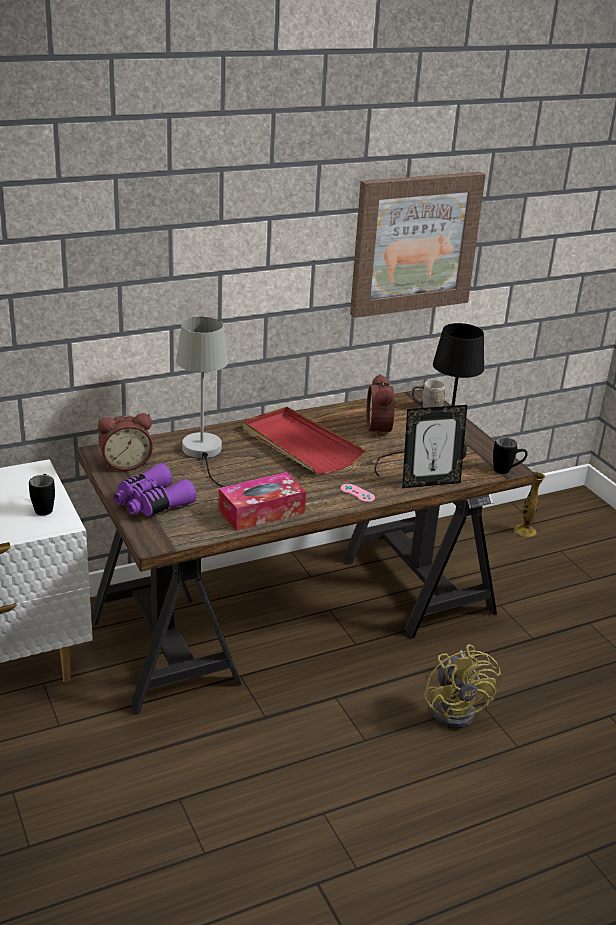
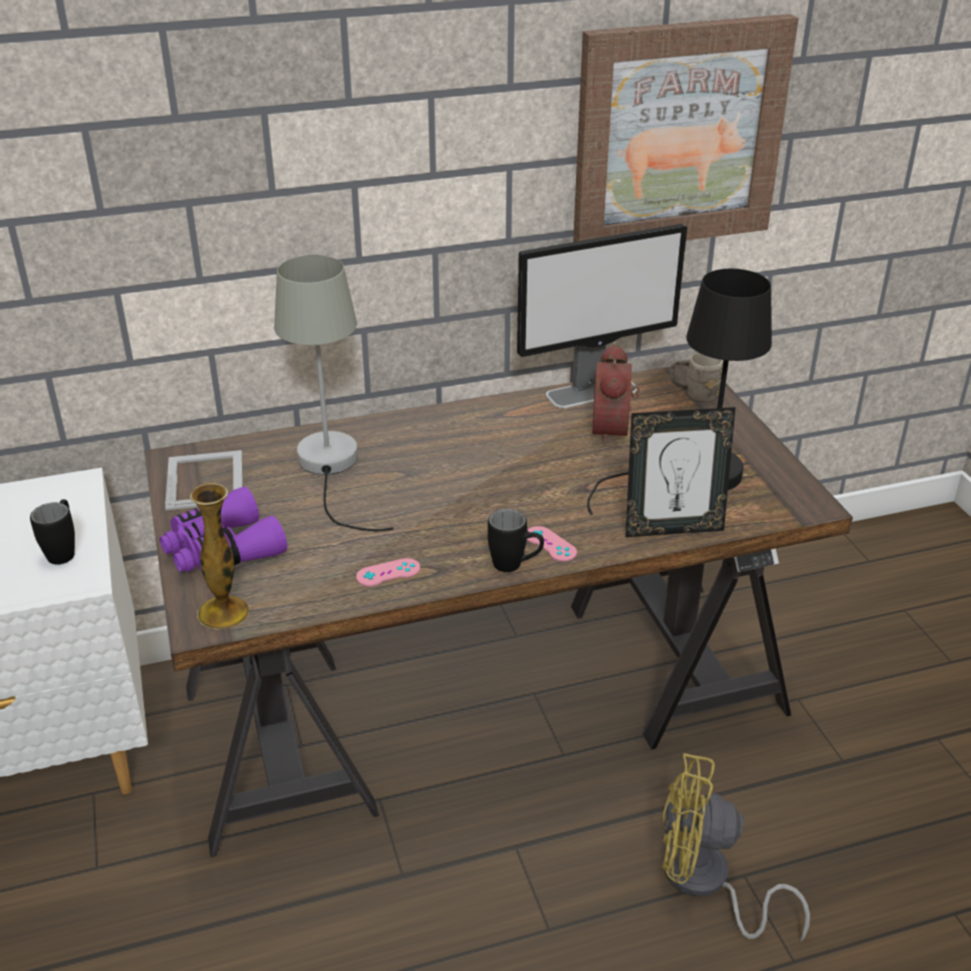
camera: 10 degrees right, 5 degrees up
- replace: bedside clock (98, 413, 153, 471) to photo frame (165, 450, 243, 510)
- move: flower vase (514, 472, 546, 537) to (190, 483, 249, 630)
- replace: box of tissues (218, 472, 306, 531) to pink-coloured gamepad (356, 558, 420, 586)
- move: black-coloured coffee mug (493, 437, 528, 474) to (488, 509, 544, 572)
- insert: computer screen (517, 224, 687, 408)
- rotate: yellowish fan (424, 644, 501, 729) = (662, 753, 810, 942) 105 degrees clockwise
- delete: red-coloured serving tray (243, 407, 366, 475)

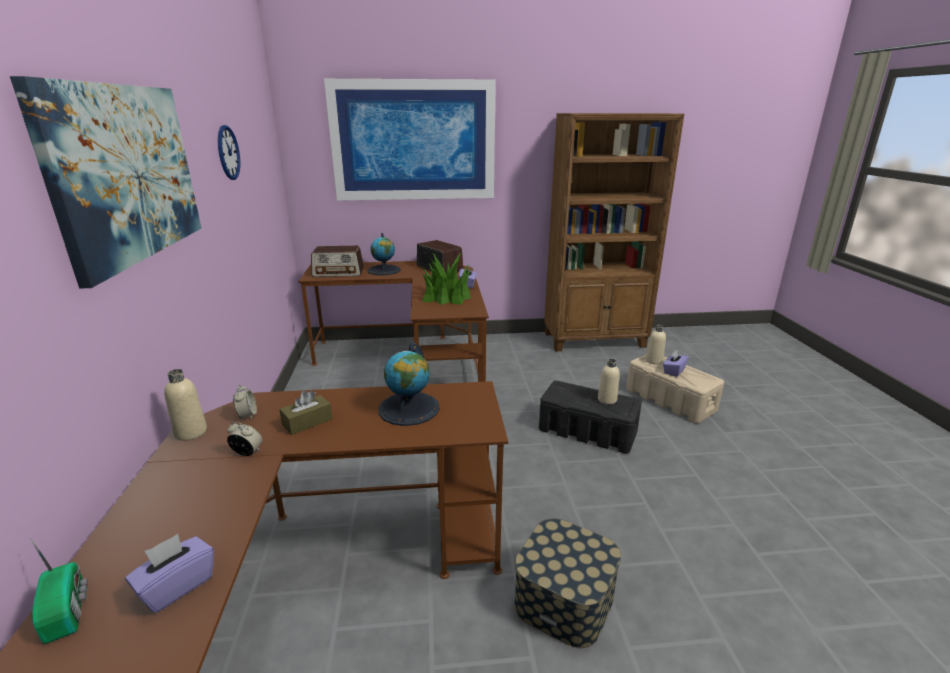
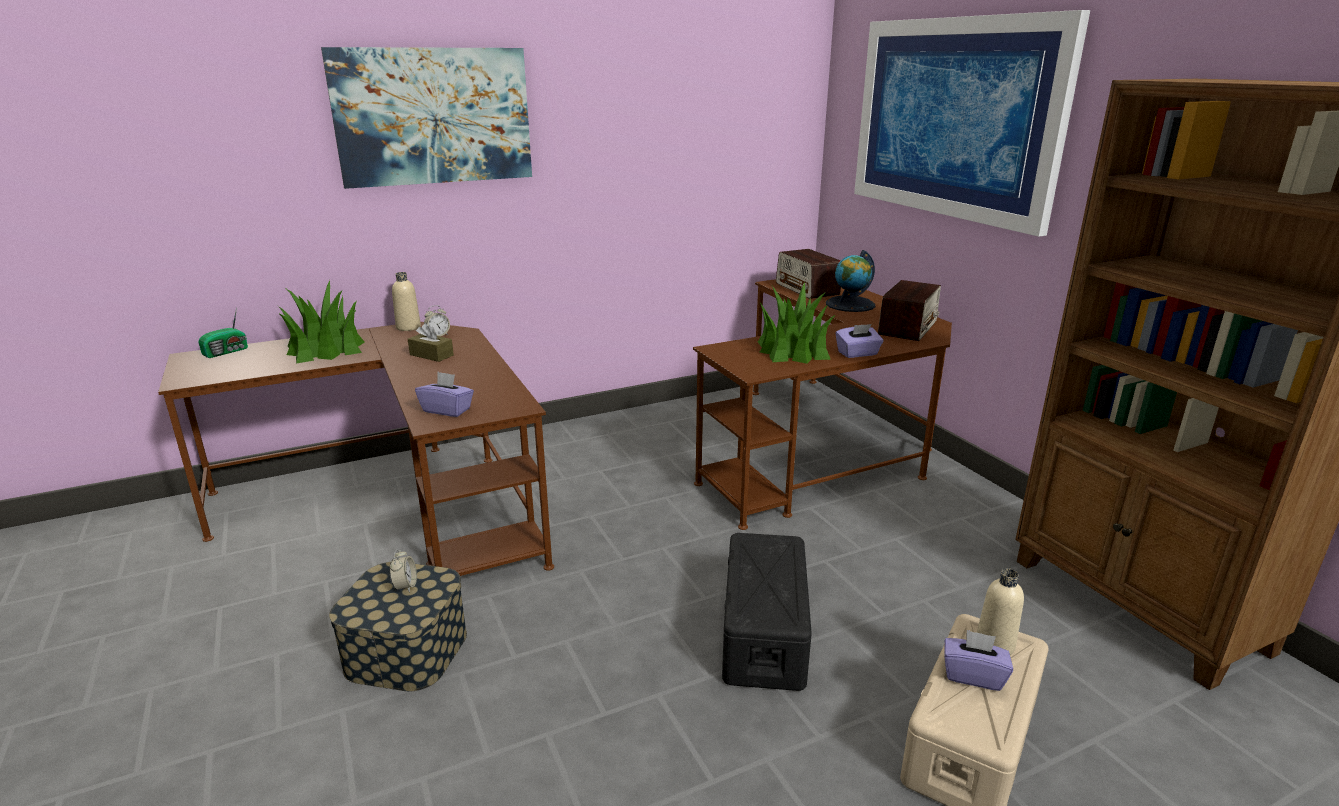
camera: 70 degrees right, 0 degrees up
- insert: houseplant (278, 280, 365, 363)
- move: bedside clock (227, 422, 263, 456) to (389, 549, 417, 593)
- move: purplish box of tissues (125, 534, 214, 613) to (415, 372, 474, 417)
- delete: clock on the wall (218, 125, 240, 180)
- delete: globe (378, 343, 440, 426)
- delete: sand-coloured bottle (598, 359, 620, 404)

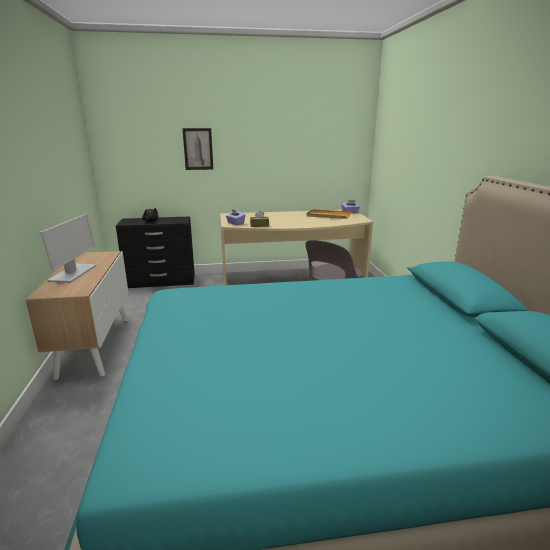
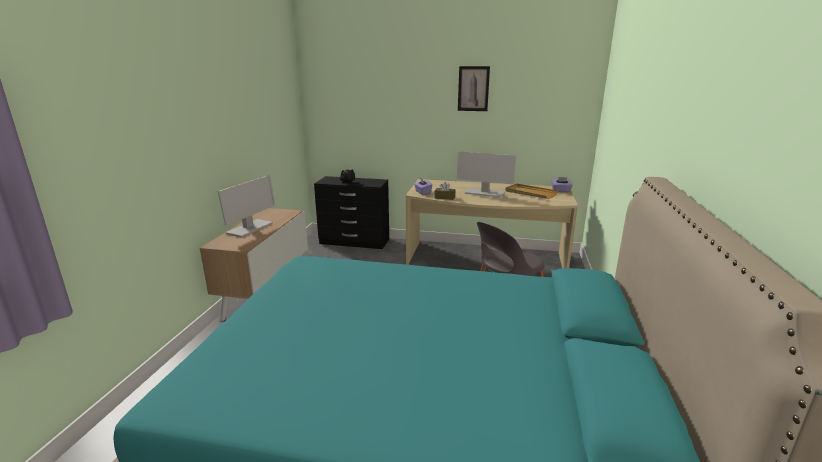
camera: 20 degrees right, 0 degrees up
- insert: computer screen (457, 151, 516, 198)
- move: wall picture (182, 128, 213, 170) to (458, 66, 490, 111)

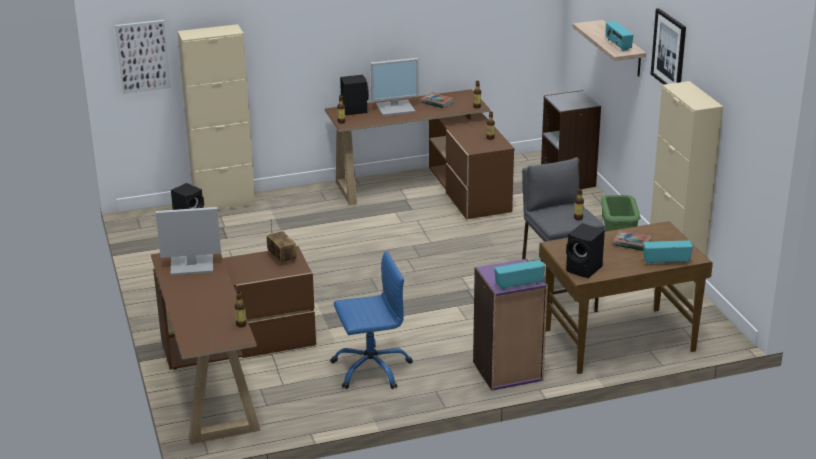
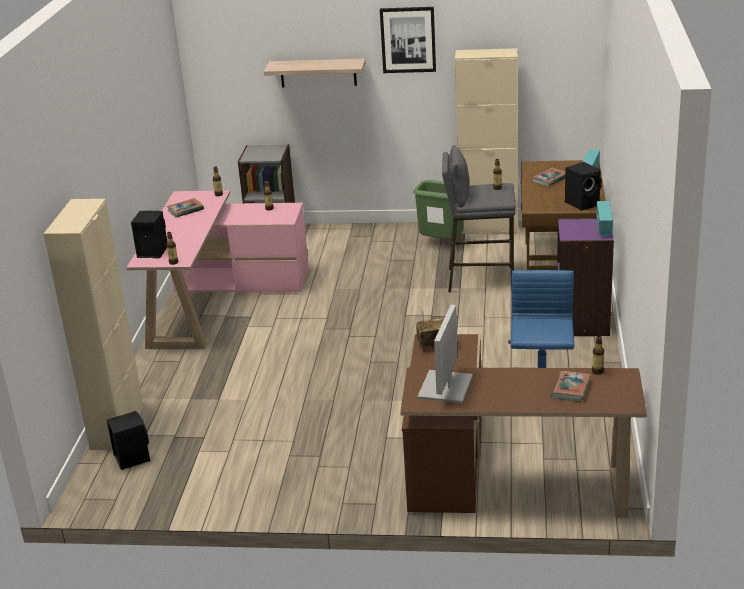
camera: 65 degrees left, 0 degrees up
- recolor: brown desk (325, 89, 515, 219) to pink-coloured desk (126, 190, 309, 349)
- insert: bound book (551, 371, 591, 402)
- delete: wall picture (115, 20, 171, 94)
- delete: computer screen (370, 58, 419, 116)
- delete: radio receiver (606, 21, 633, 51)

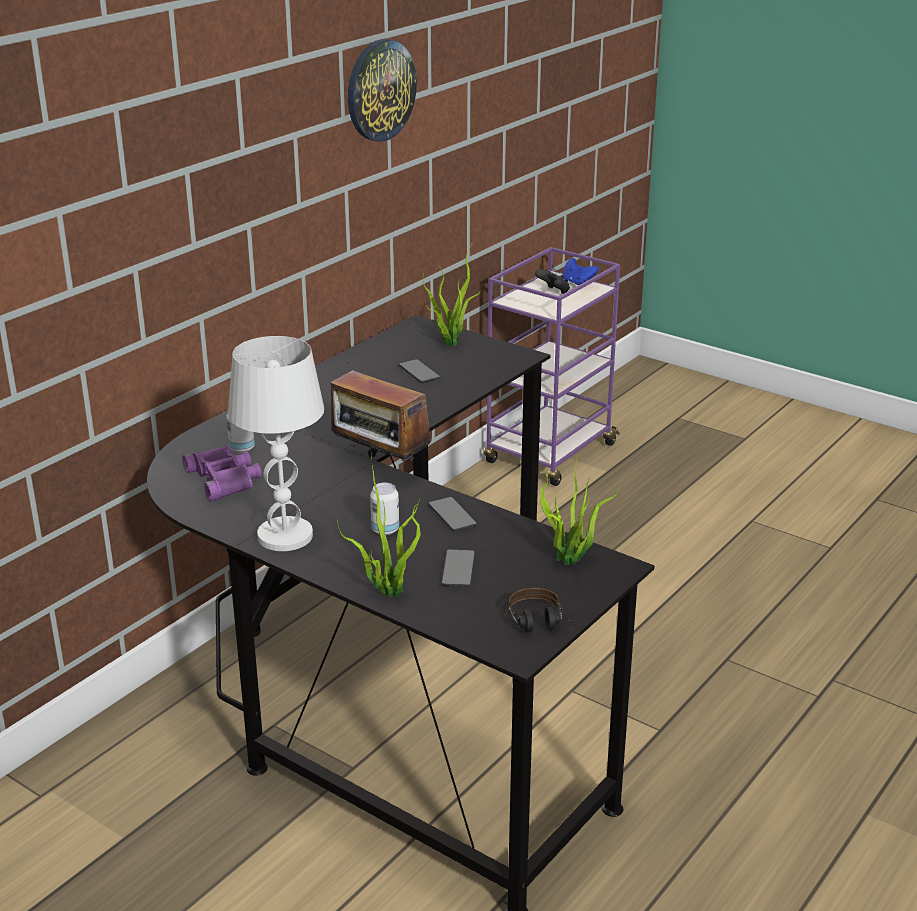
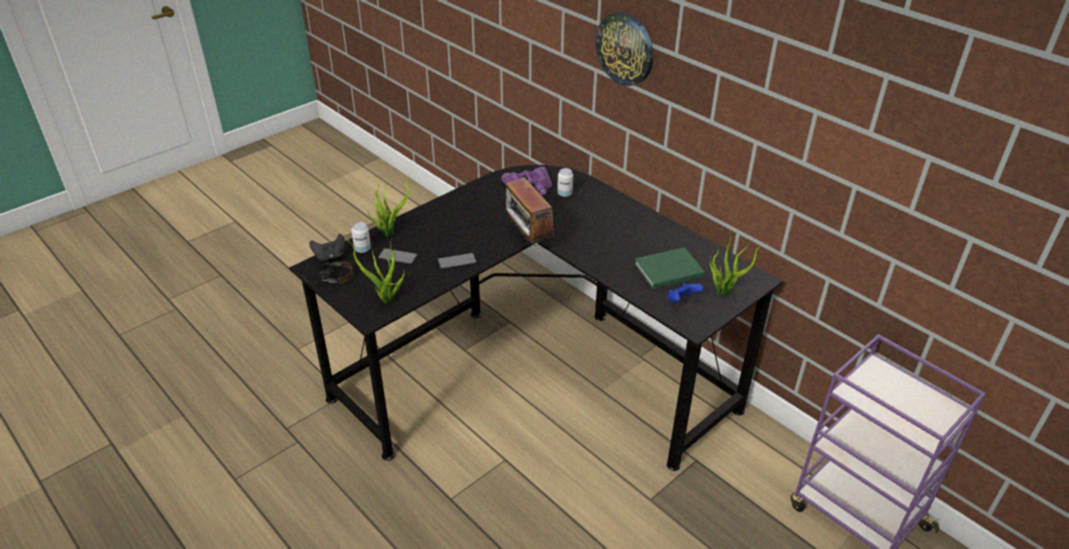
camera: 100 degrees right, 10 degrees up
- move: black-coloured gamepad (535, 269, 570, 294) to (310, 234, 345, 262)
- move: metal can (370, 483, 399, 535) to (351, 222, 371, 253)
- rotate: radio receiver (331, 362, 432, 461) = (505, 174, 554, 246) 75 degrees counterclockwise
- move: clock on the wall (348, 39, 417, 142) to (595, 12, 653, 86)
- replace: handset (399, 359, 440, 383) to green-coloured bound book (634, 247, 705, 289)
- move: blue-coloured gamepad (562, 258, 599, 285) to (667, 283, 704, 302)
- delete: white-coloured lamp for a table (228, 336, 324, 551)

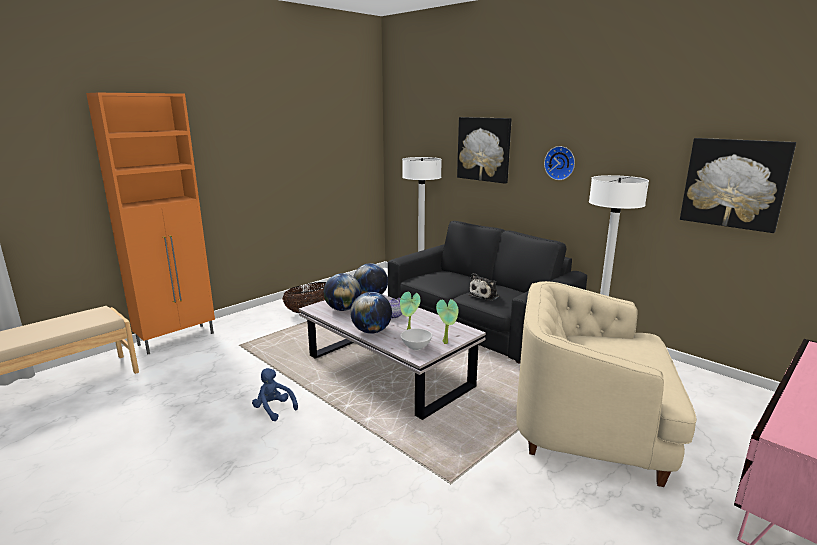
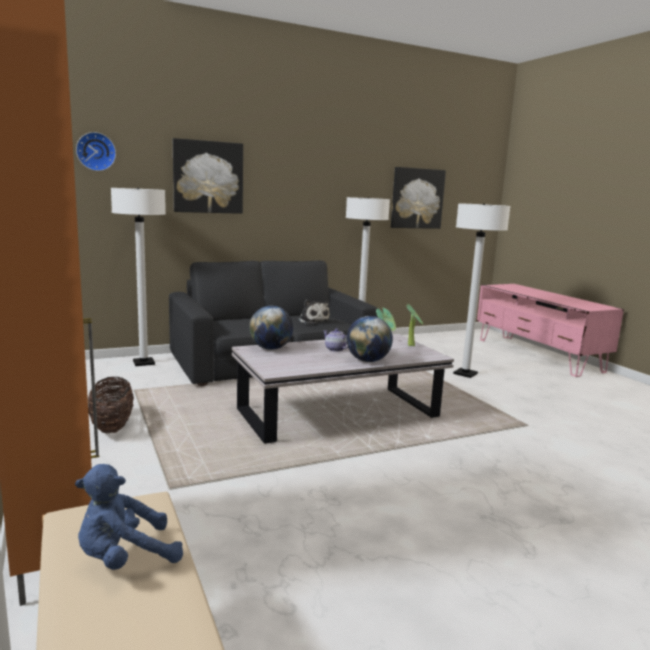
camera: 70 degrees left, 5 degrees down
- move: blue-coloured soft toy (252, 368, 298, 421) to (75, 464, 183, 570)
- move: clock on the wall (544, 146, 575, 180) to (76, 132, 116, 171)
- replace: sand-coloured easy chair (516, 281, 697, 487) to white-coloured standard lamp (453, 203, 510, 378)
- delete: globe (324, 273, 361, 311)
- delete: white-coloured deep dish (401, 328, 432, 351)

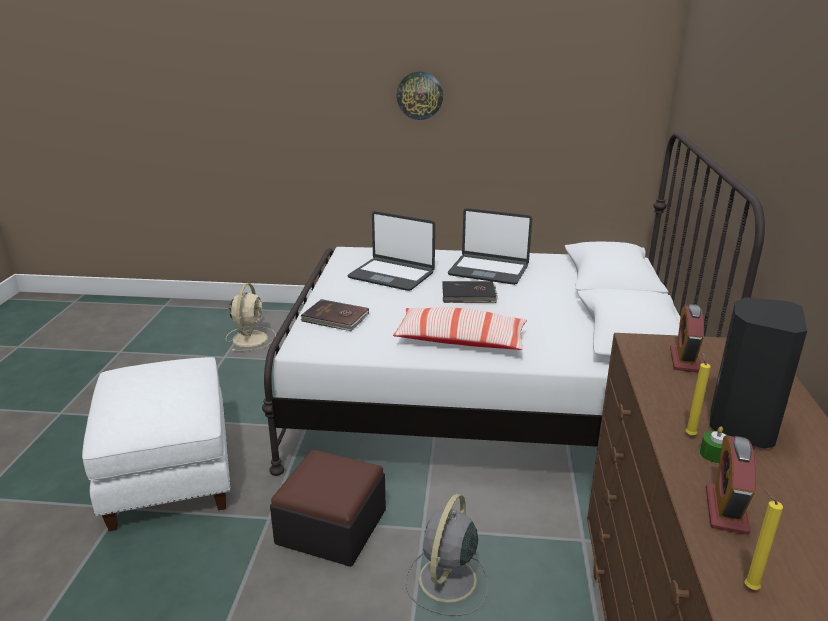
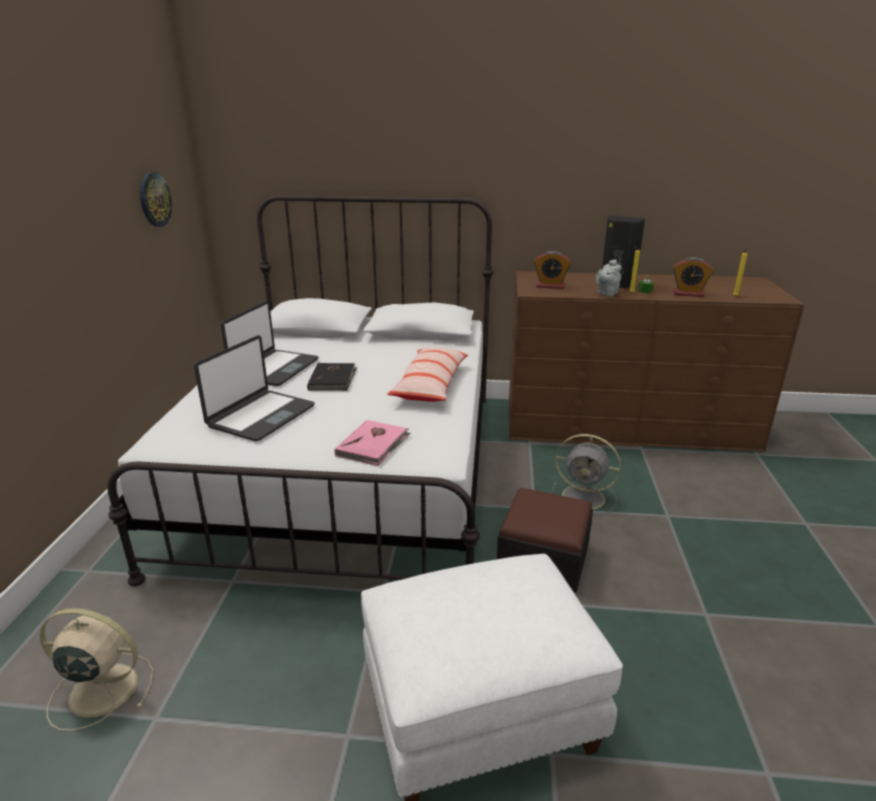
camera: 90 degrees left, 0 degrees up
- move: clock on the wall (397, 71, 443, 120) to (140, 172, 172, 227)
- recolor: brown bound book (300, 299, 369, 331) to pink-coloured bound book (334, 420, 411, 466)
- insert: greyish tea pot (596, 259, 622, 297)

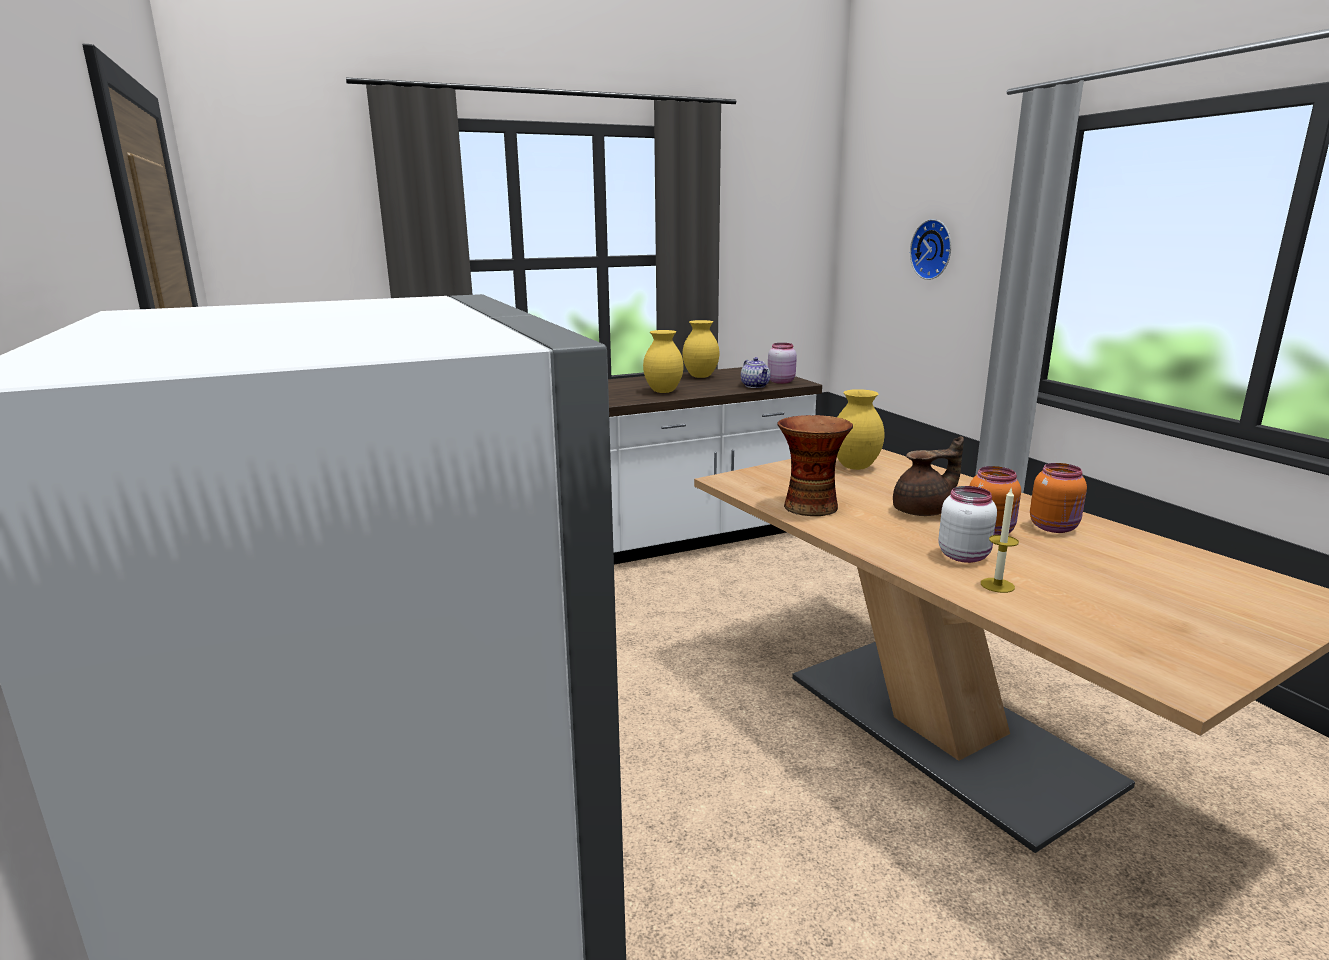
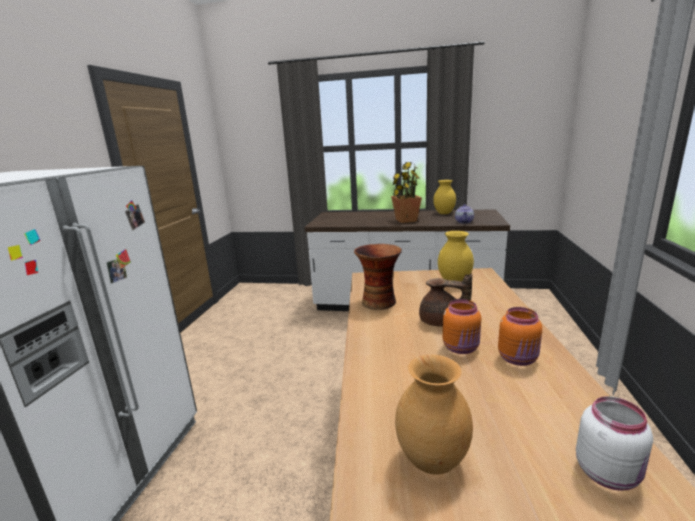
camera: 35 degrees right, 0 degrees up
- replace: yellowish flower vase (643, 330, 683, 393) to houseplant (391, 162, 422, 223)
- insert: brown flower vase (395, 355, 473, 475)
- move: white-coloured storage jar (938, 486, 997, 563) to (576, 396, 653, 491)
- delete: pink-coloured storage jar (768, 343, 797, 384)
- delete: clock on the wall (910, 219, 951, 280)
- delete: candle (981, 487, 1019, 593)

